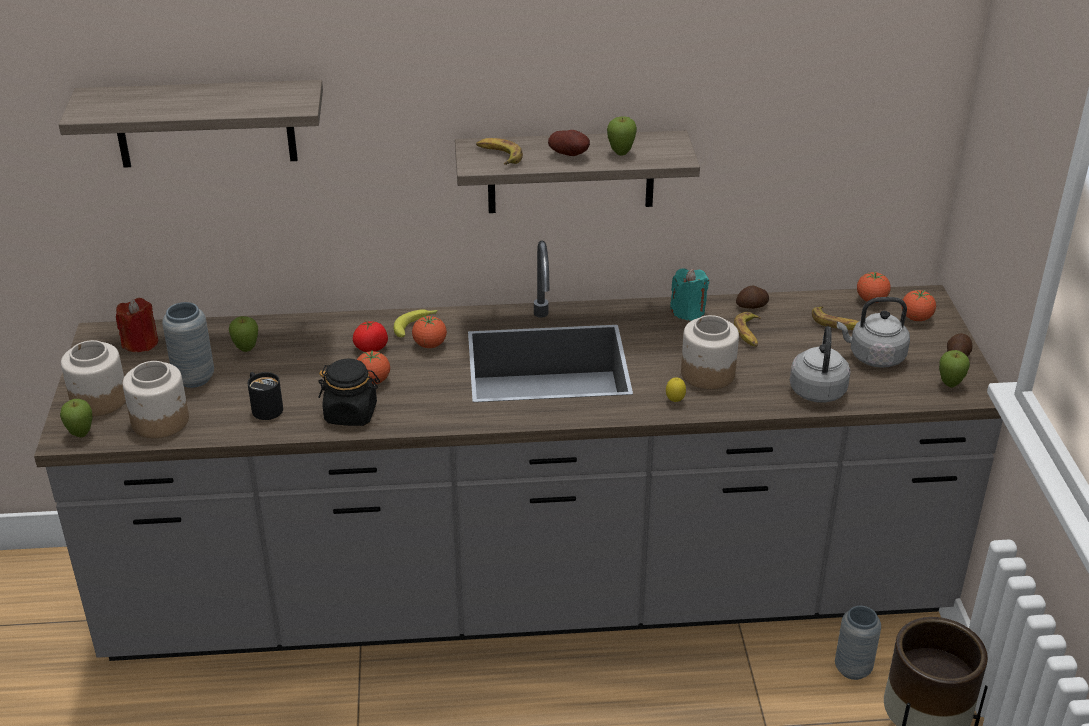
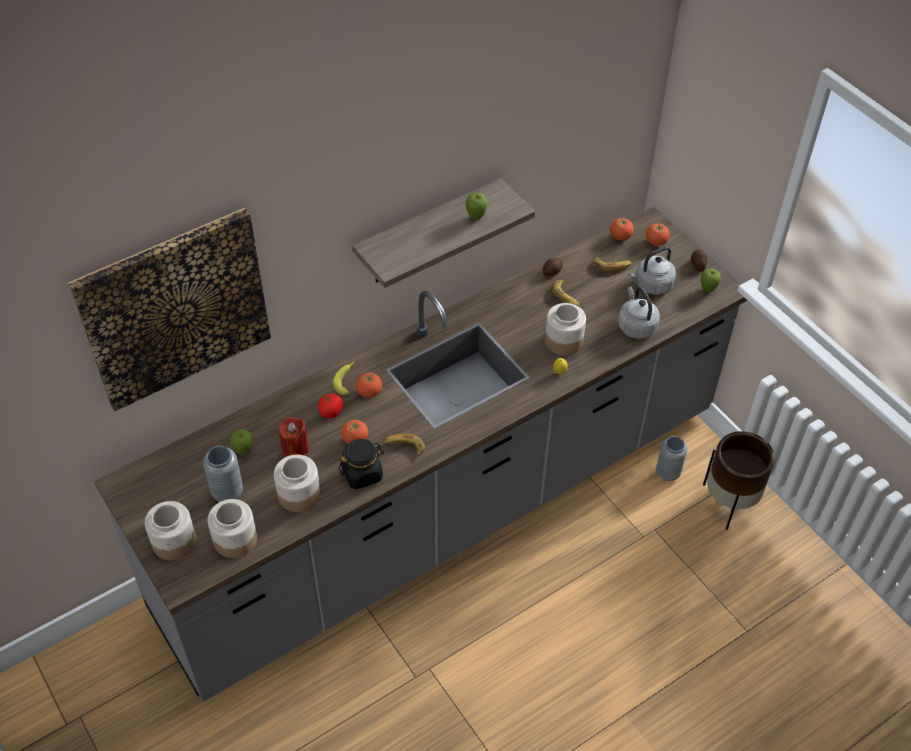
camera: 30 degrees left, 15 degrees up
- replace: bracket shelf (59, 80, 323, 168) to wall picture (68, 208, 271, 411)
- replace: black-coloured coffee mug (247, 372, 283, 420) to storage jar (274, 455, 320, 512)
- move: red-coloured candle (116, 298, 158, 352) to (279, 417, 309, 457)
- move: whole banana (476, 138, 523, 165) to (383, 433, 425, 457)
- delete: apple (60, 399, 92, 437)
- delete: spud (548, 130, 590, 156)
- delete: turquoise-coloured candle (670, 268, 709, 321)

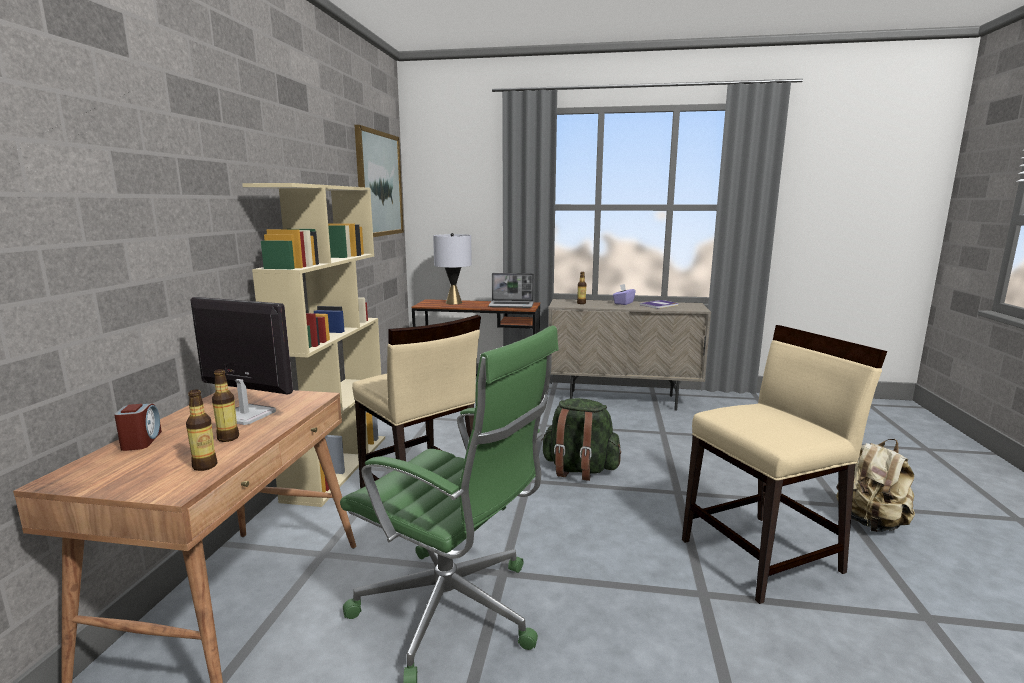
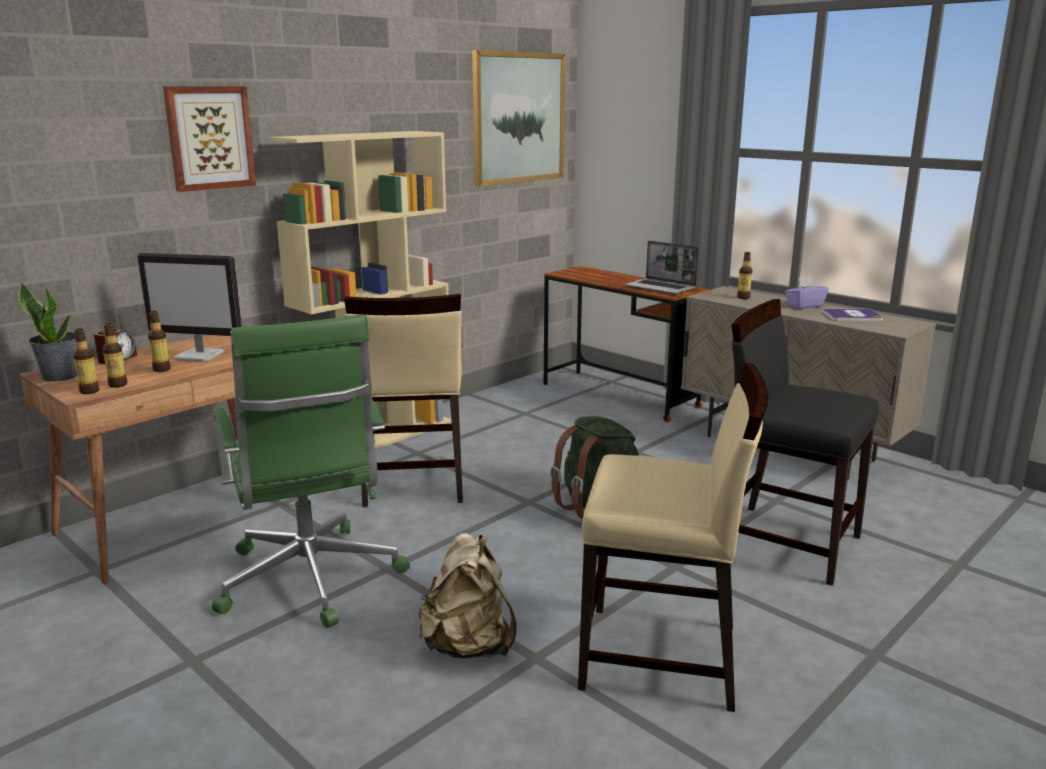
camera: 35 degrees right, 5 degrees up
- insert: houseplant (18, 282, 77, 382)
- insert: bottle (73, 328, 99, 394)
- rotate: computer screen (190, 297, 293, 425) = (137, 253, 242, 362) 135 degrees clockwise
- insert: wall picture (163, 86, 256, 192)
- move: sand-coloured knapsack (836, 439, 915, 532) to (419, 533, 517, 659)
- insert: black-coloured upright chair (732, 299, 879, 586)
- delete: greyish lamp for a table (433, 233, 472, 305)

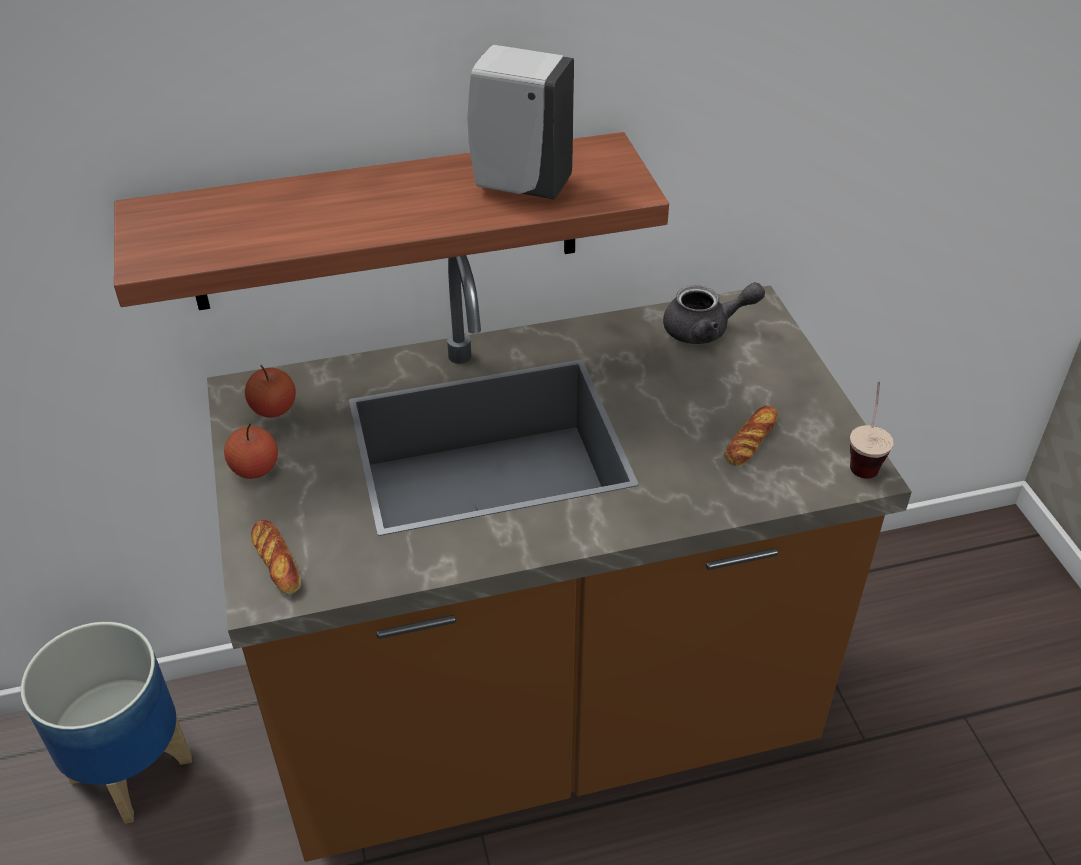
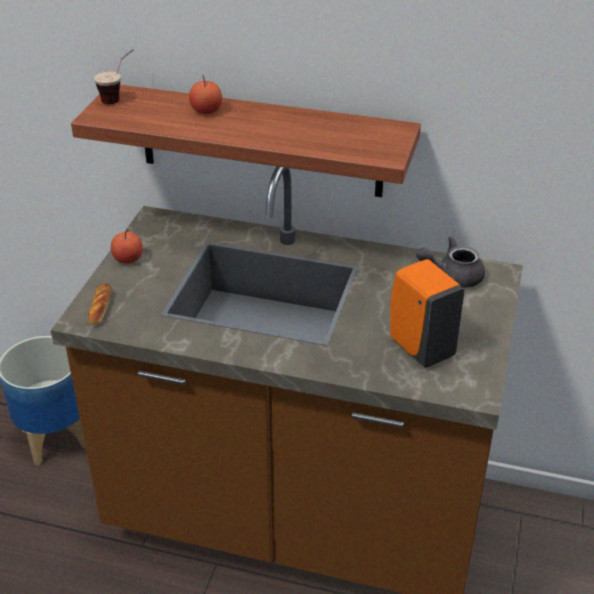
camera: 30 degrees right, 5 degrees down
- move: small cup (850, 382, 894, 479) to (94, 49, 133, 104)
- move: apple (245, 365, 296, 417) to (189, 75, 222, 114)
- replace: bread (724, 406, 778, 466) to orange-coloured liquid soap bottle (390, 259, 464, 368)
- rotate: greyish tea pot (663, 282, 765, 344) = (416, 237, 485, 288) 150 degrees clockwise
- delete: white-coloured liquid soap bottle (468, 45, 574, 200)

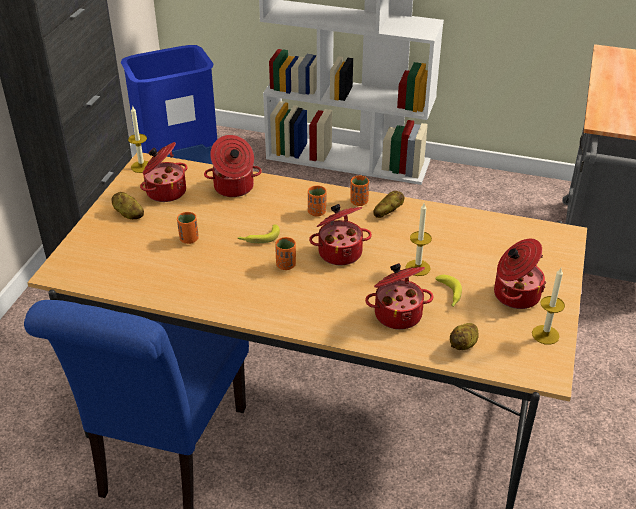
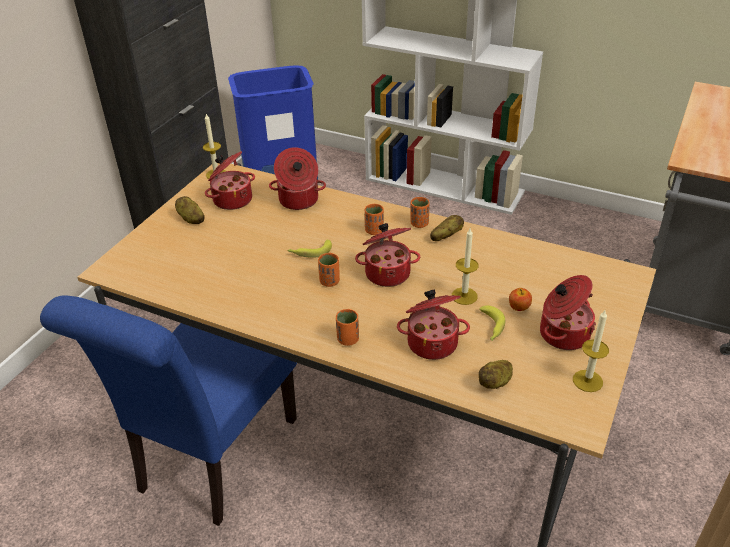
camera: 10 degrees right, 0 degrees up
- move: orange-coloured small cup (177, 212, 199, 244) to (336, 309, 359, 346)
- insert: apple (509, 288, 532, 311)

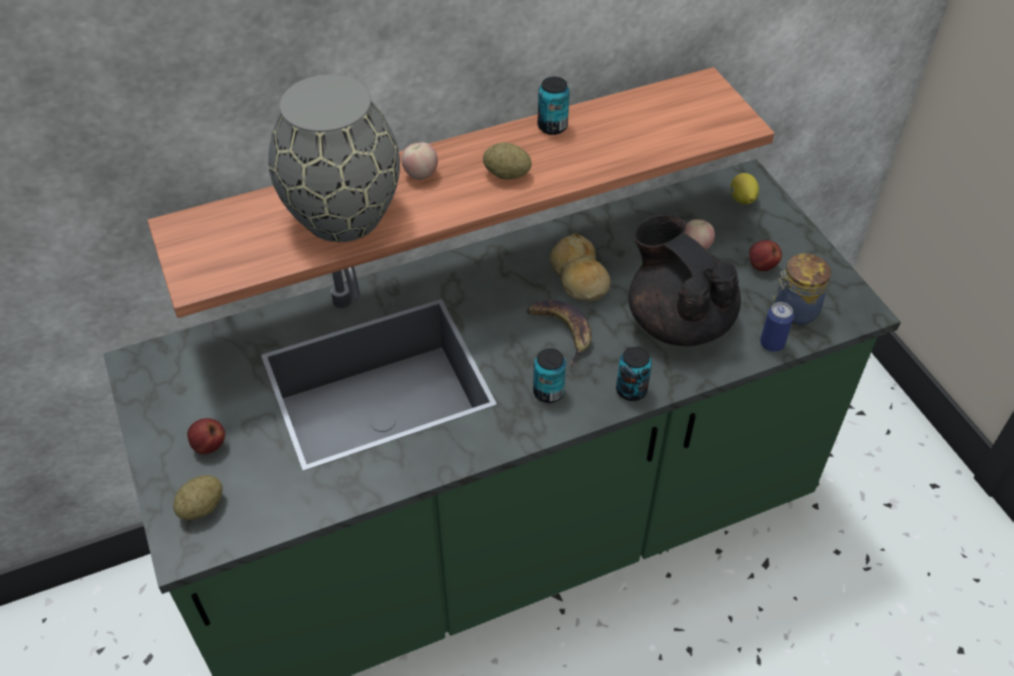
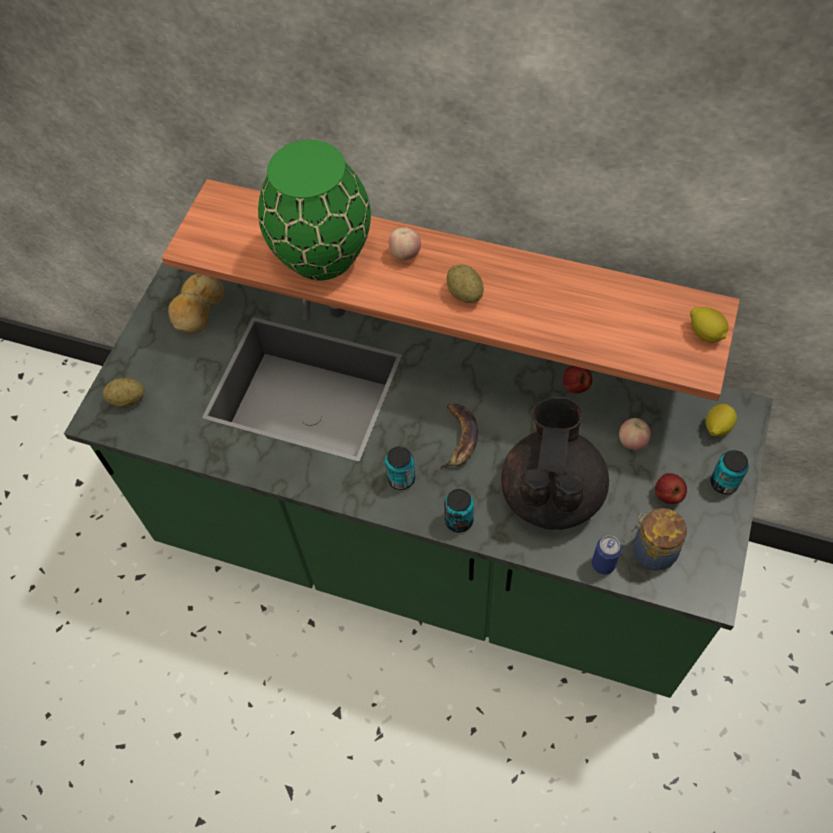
camera: 45 degrees right, 10 degrees up
- move: bread (549, 233, 610, 302) to (168, 274, 224, 334)
- recolor: greyish flower vase (269, 75, 400, 242) to green-coloured flower vase (258, 140, 371, 280)
- move: apple (187, 418, 225, 454) to (563, 366, 592, 393)
- insert: lemon (690, 307, 729, 343)
- move: metal can (538, 77, 570, 135) to (710, 450, 749, 494)

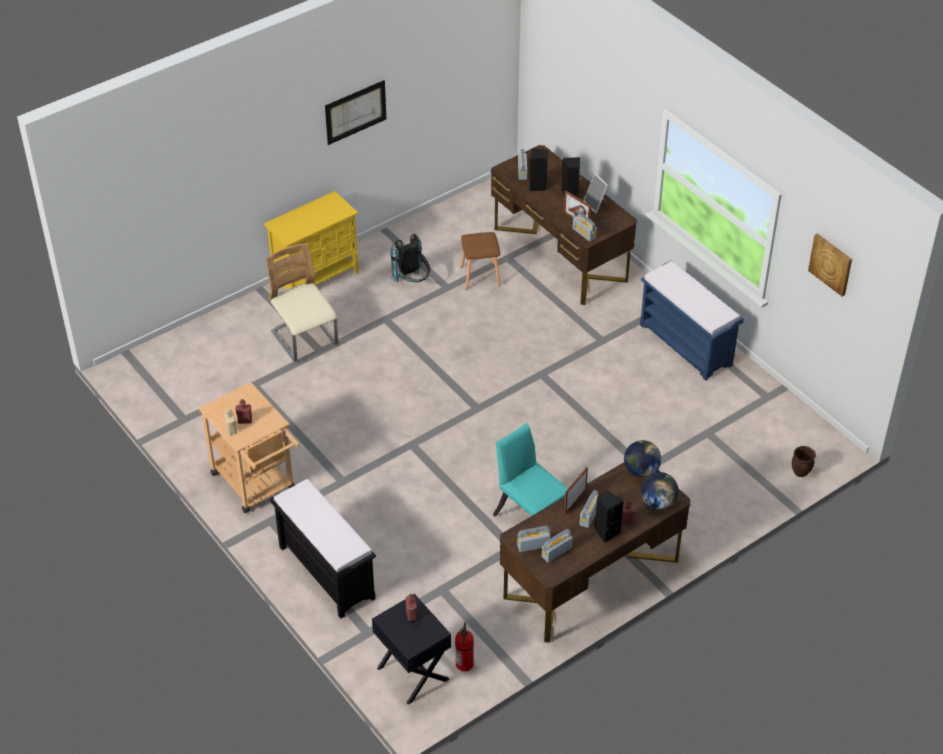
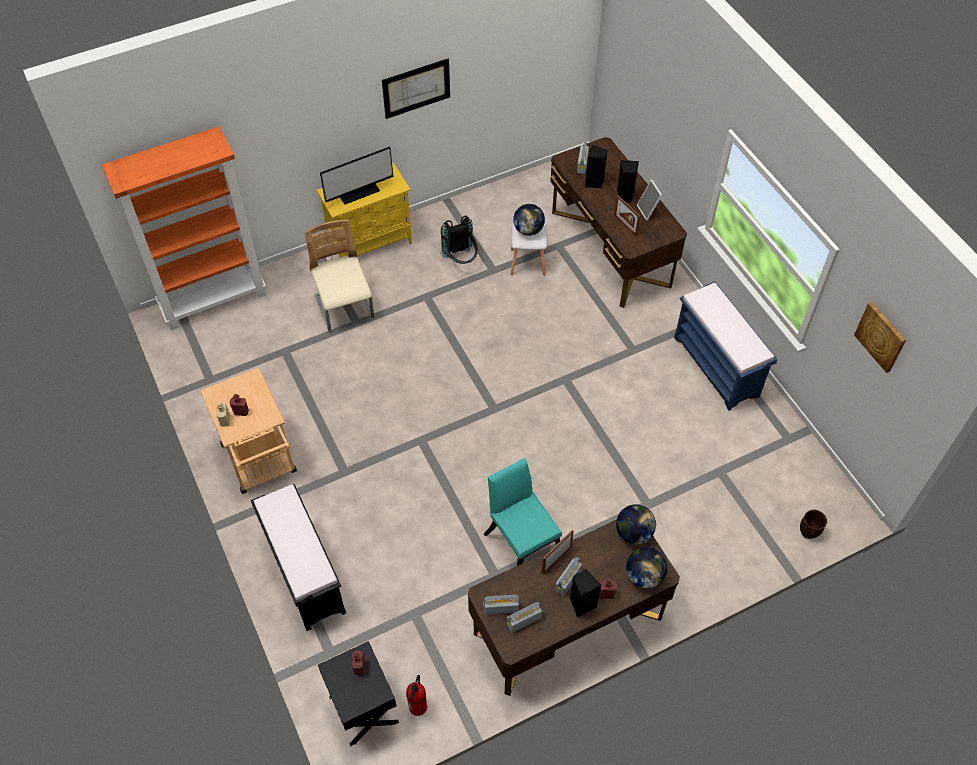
camera: 10 degrees right, 10 degrees up
- insert: orange-coloured bookcase (102, 126, 267, 331)
- insert: computer screen (320, 147, 394, 205)
- recolor: brown sitting stool (461, 232, 501, 290) to white-coloured sitting stool (511, 222, 547, 276)
- insert: globe (513, 204, 545, 236)
- delete: radio receiver (573, 211, 597, 242)

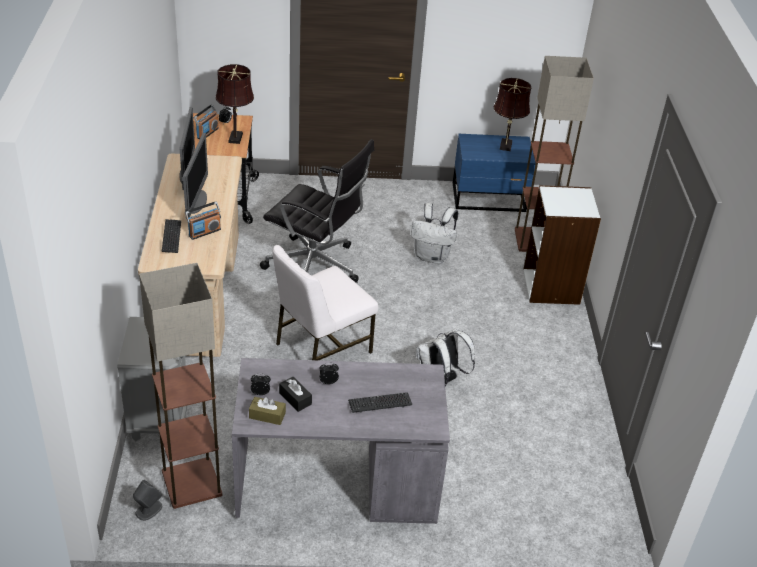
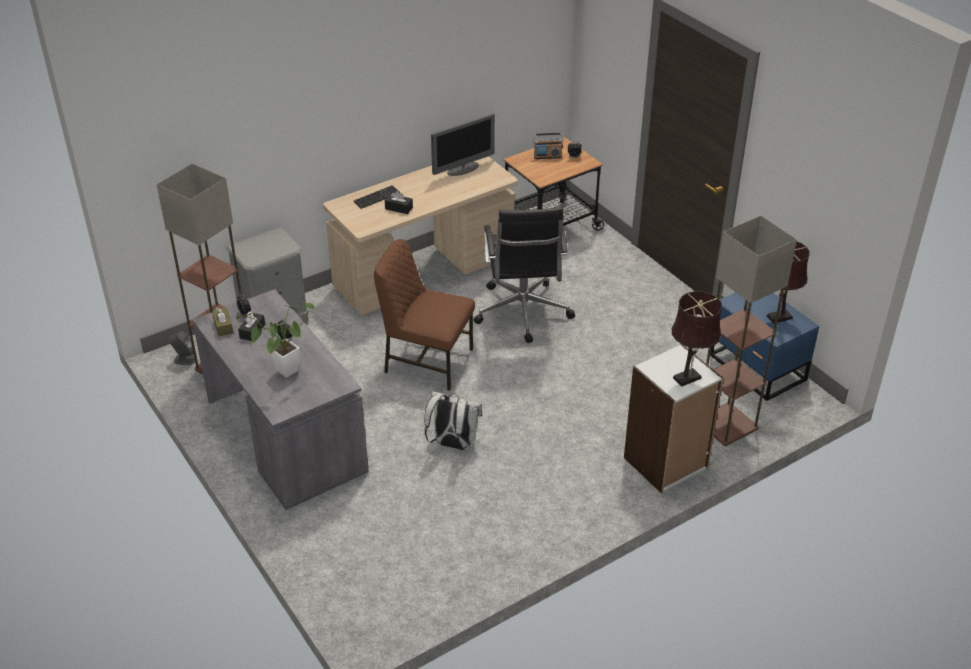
camera: 60 degrees right, 0 degrees up
- replace: computer keyboard (348, 392, 412, 413) to houseplant (236, 302, 315, 378)
- recolor: white-coloured upright chair (273, 245, 378, 360) to brown upright chair (374, 239, 475, 391)
- replace: radio receiver (185, 201, 221, 240) to black-coloured box of tissues (385, 191, 413, 214)
- move: brown lamp for a table (216, 64, 254, 144) to (672, 291, 722, 387)
- delete: computer screen (183, 133, 208, 218)
- delete: white-coloured knapsack (411, 203, 458, 264)

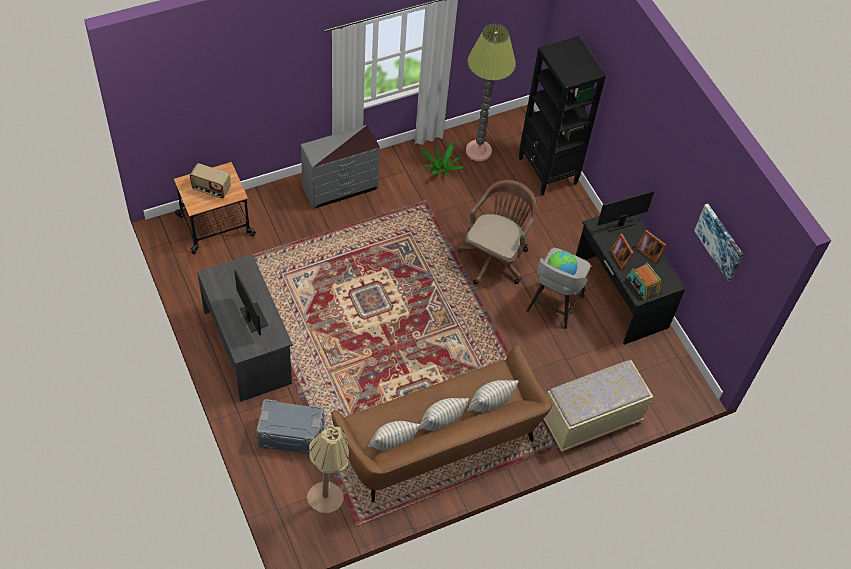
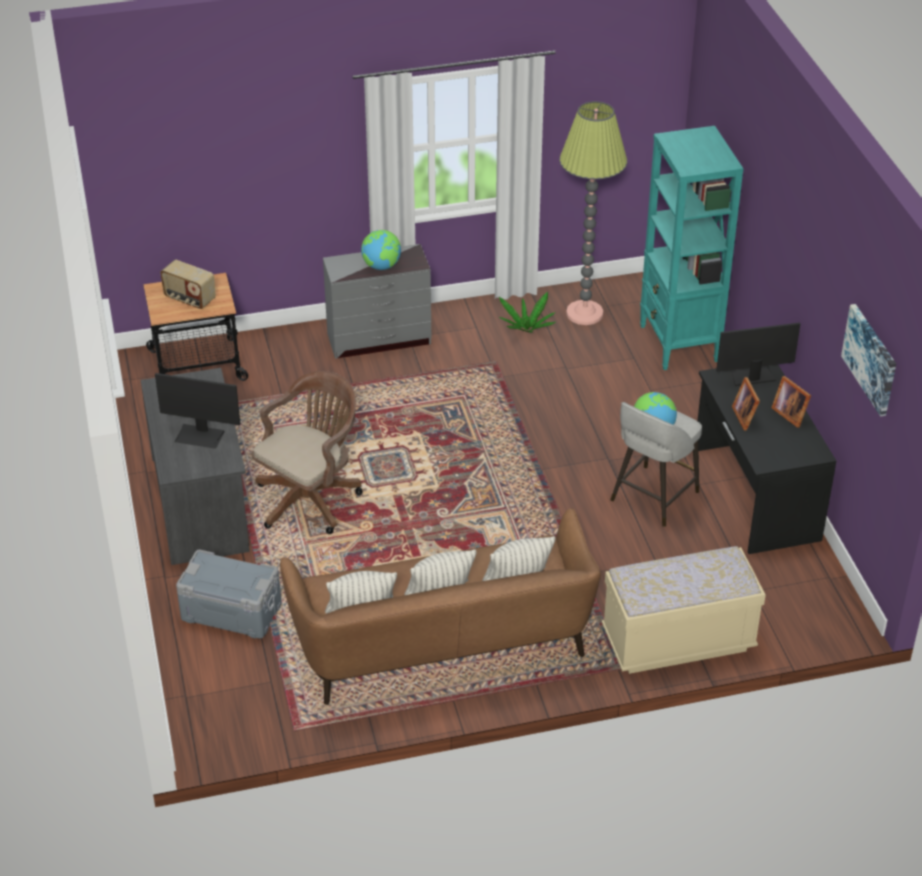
camera: 15 degrees right, 15 degrees down
- rotate: computer screen (234, 270, 269, 335) = (155, 373, 240, 449) 120 degrees clockwise
- move: brown office chair (458, 180, 536, 284) to (252, 371, 363, 534)
- insert: globe (361, 230, 401, 270)
- recolor: black-coloured bookcase (519, 36, 606, 195) to turquoise-coloured bookcase (640, 126, 744, 370)
- delete: sand-coloured standard lamp (307, 425, 349, 513)
- delete: radio receiver (627, 262, 661, 300)

